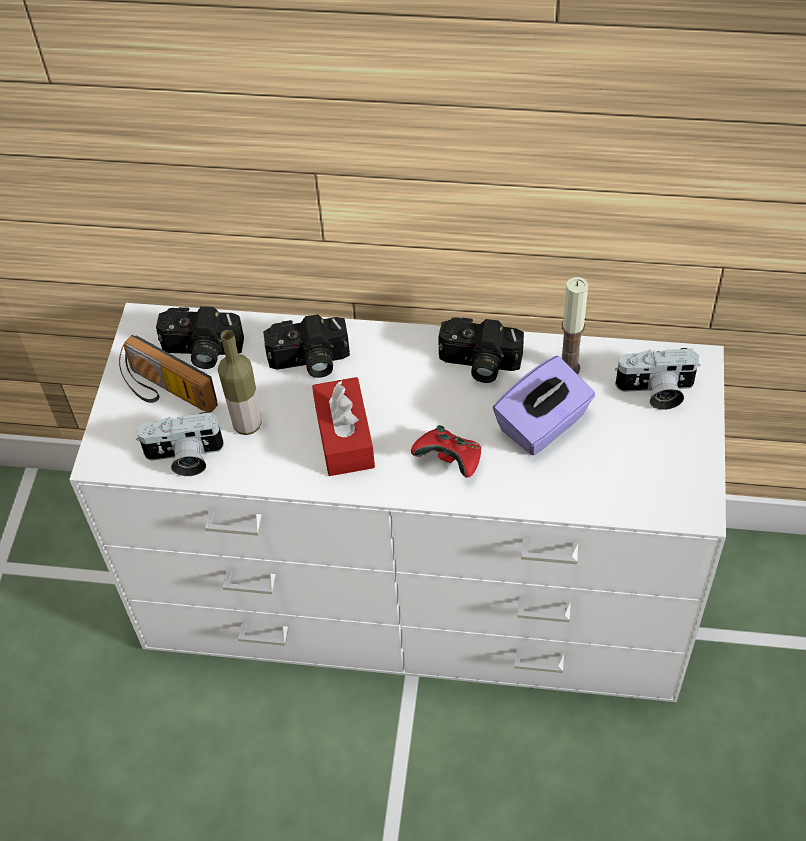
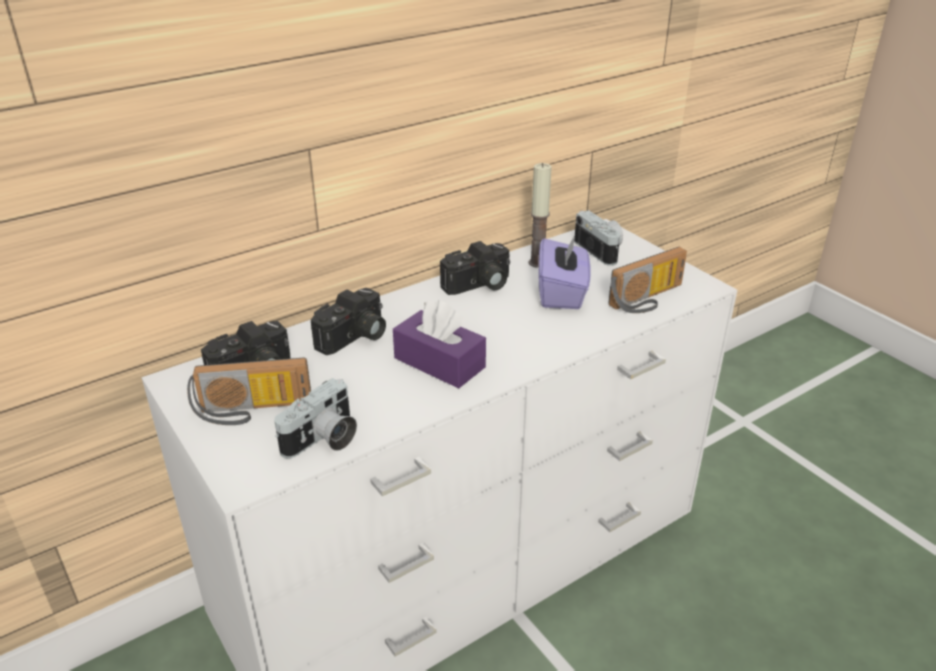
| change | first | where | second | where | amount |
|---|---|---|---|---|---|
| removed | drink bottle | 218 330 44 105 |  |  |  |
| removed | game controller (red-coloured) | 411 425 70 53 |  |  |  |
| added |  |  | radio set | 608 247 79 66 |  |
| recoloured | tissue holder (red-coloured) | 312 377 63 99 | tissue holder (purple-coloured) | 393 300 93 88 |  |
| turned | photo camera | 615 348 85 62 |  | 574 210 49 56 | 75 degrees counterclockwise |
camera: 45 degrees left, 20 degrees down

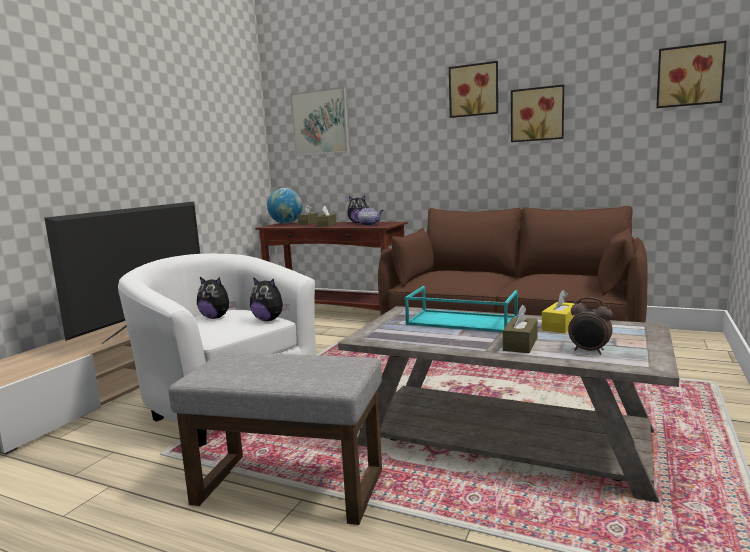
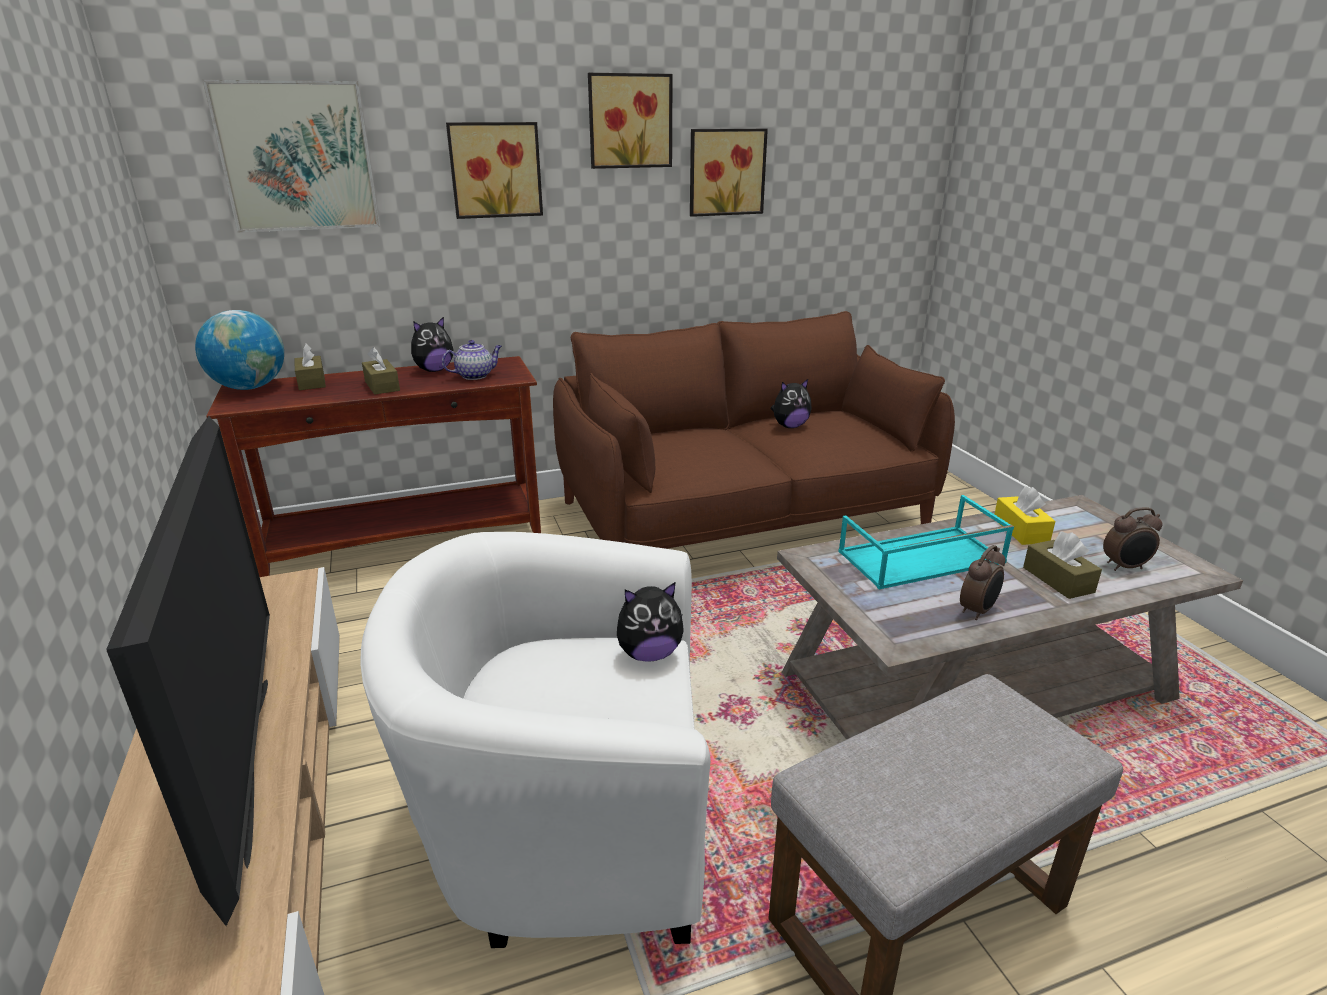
| change | first | where | second | where | amount |
|---|---|---|---|---|---|
| added |  |  | table clock | 960 545 45 75 |  |
| moved | cuddly toy | 197 277 39 42 |  | 771 379 41 49 |  |
| moved | picture | 656 40 71 68 |  | 446 122 97 97 |  |
camera: 45 degrees left, 15 degrees up

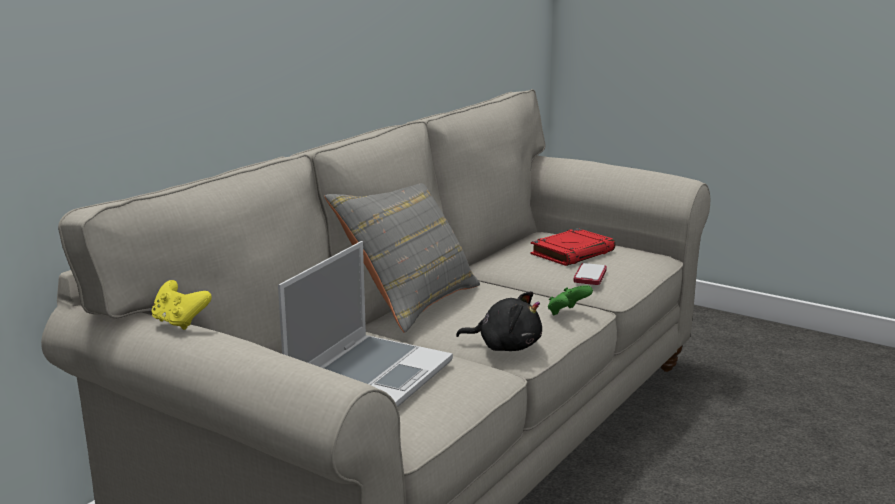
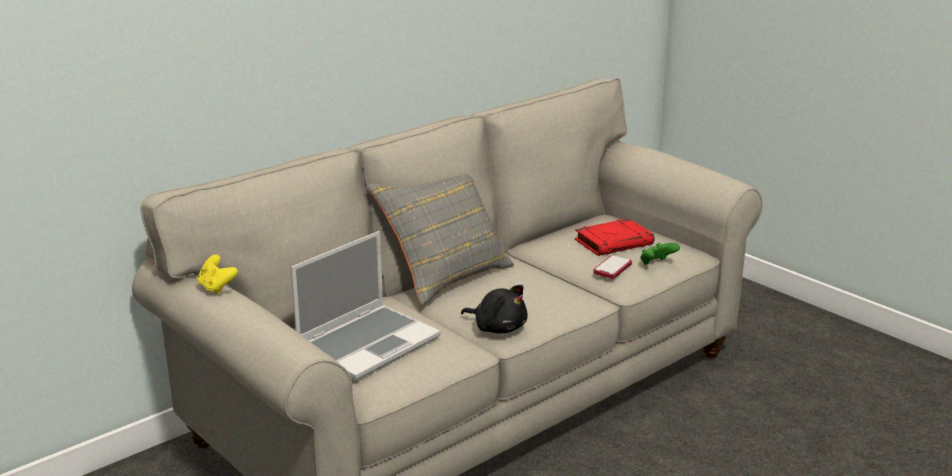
| change | first | where | second | where | amount |
|---|---|---|---|---|---|
| moved | game controller (green-coloured) | 548 285 45 30 |  | 640 243 40 22 |  |
camera: 15 degrees right, 5 degrees up

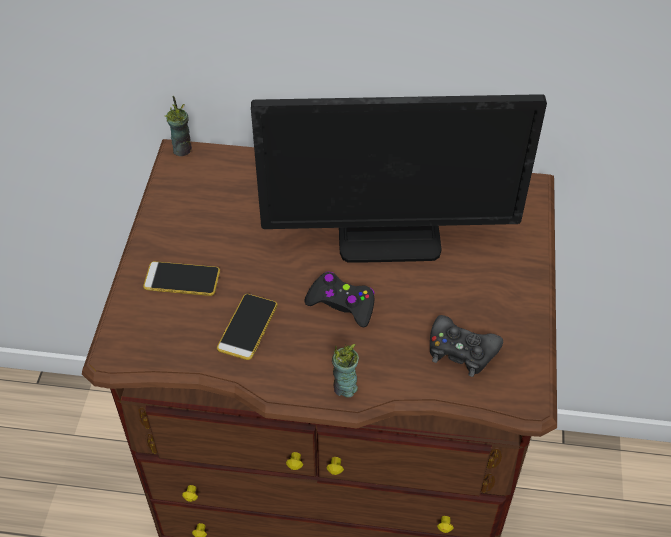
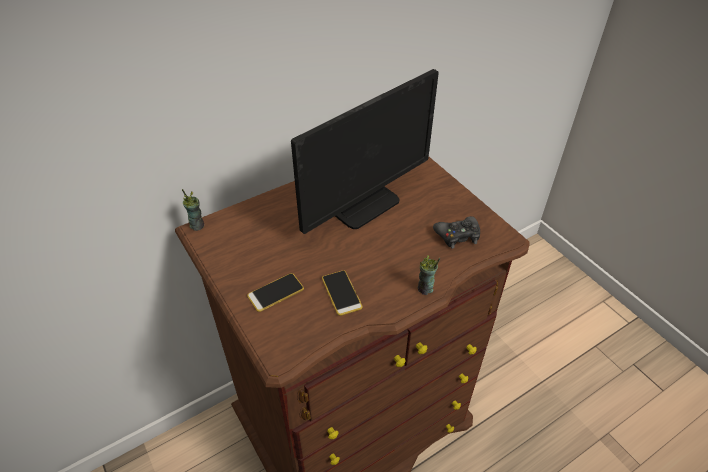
| change | first | where | second | where | amount |
|---|---|---|---|---|---|
| removed | game controller (black) | 305 272 70 56 |  |  |  |
camera: 40 degrees left, 5 degrees down

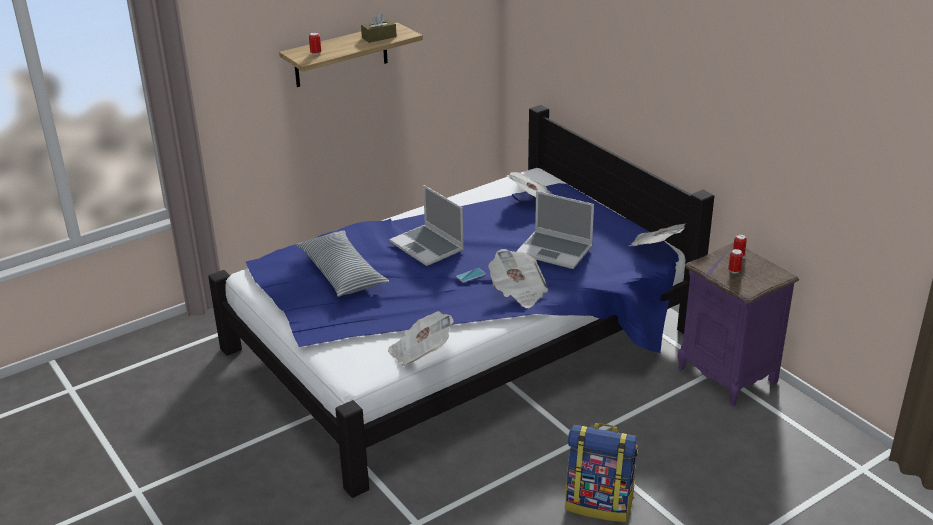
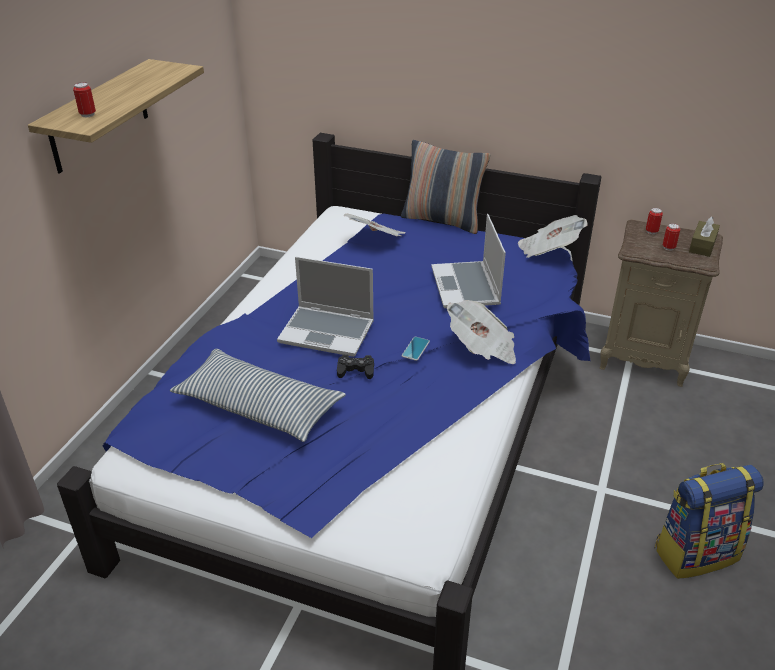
| change | first | where | second | where | amount |
|---|---|---|---|---|---|
| removed | printed paper | 388 311 66 55 |  |  |  |
| added |  |  | game controller (black) | 337 354 37 25 |  |
| added |  |  | throw pillow | 401 140 89 94 |  |
| moved | tissue holder (brownish) | 361 12 36 31 |  | 689 216 31 41 |  |
| recoloured | bedside table (purple-coloured) | 678 242 121 164 | bedside table (sand-coloured) | 600 219 123 168 |  |
| turned | portable computer | 516 191 78 78 |  | 431 214 75 94 | 90 degrees clockwise |
camera: 35 degrees left, 5 degrees up

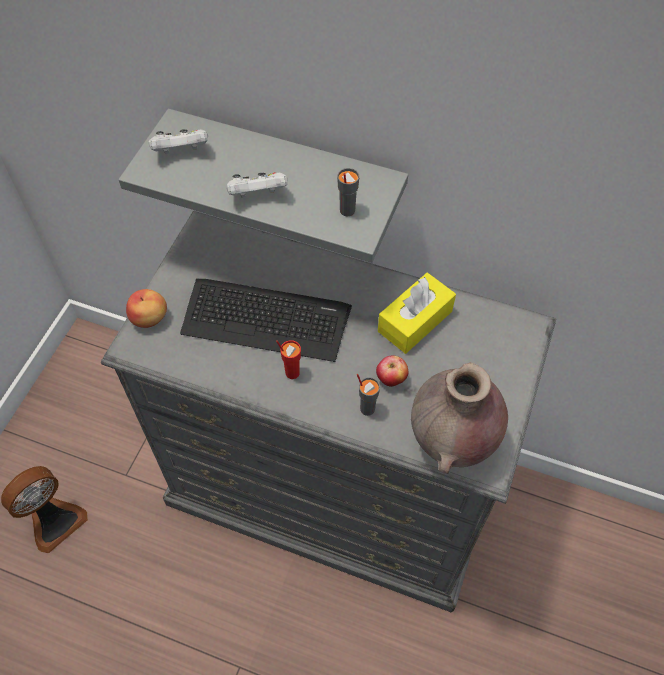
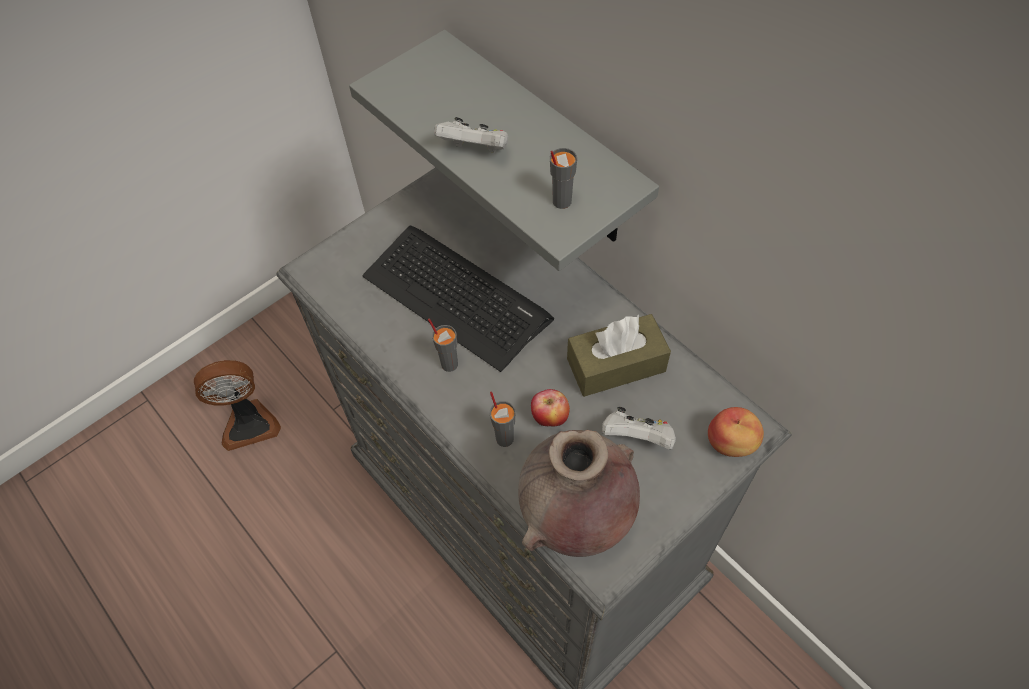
| change | first | where | second | where | amount |
|---|---|---|---|---|---|
| moved | apple | 126 289 41 39 |  | 708 407 56 50 |  |
| moved | game controller (white-coloured) | 148 129 60 25 |  | 602 407 74 42 |  |
| recoloured | small cup (red-coloured) | 276 340 25 39 | small cup (greyish) | 428 318 30 54 |  |
| recoloured | tissue holder (yellow) | 378 273 78 81 | tissue holder (brownish) | 567 314 104 83 |  |
camera: 30 degrees right, 0 degrees up

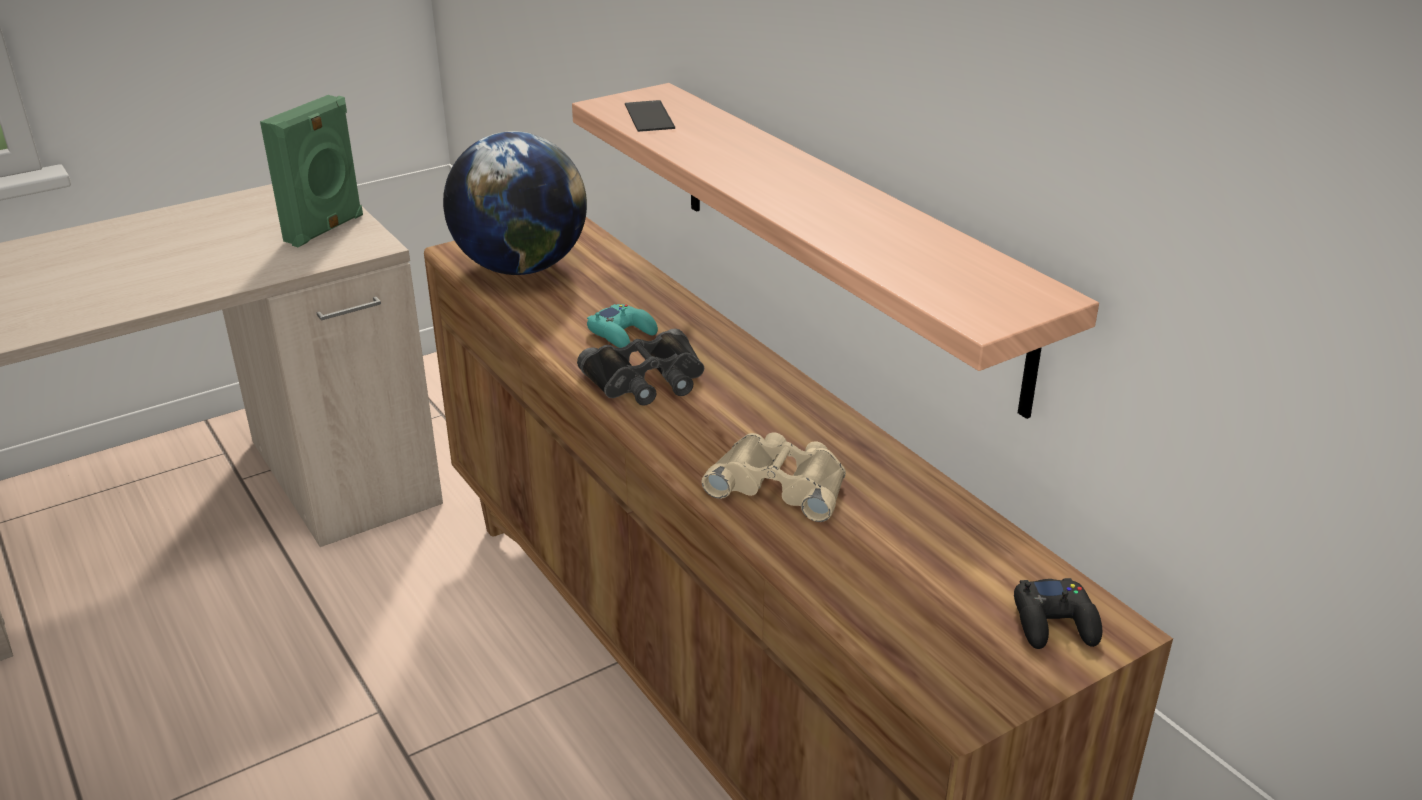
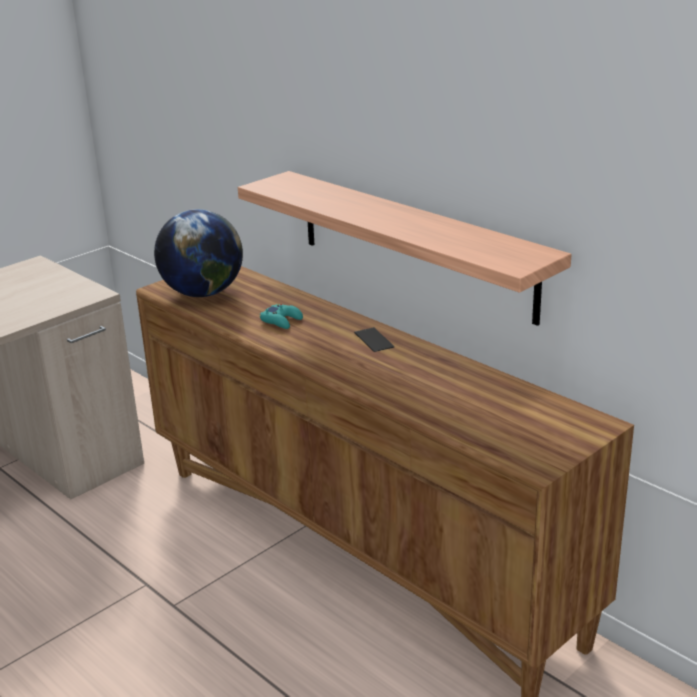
| change | first | where | second | where | amount |
|---|---|---|---|---|---|
| removed | audio speaker (green-coloured) | 260 95 103 152 |  |  |  |
| removed | pair of binoculars (black) | 577 329 127 77 |  |  |  |
| removed | pair of binoculars (sand-coloured) | 702 432 144 90 |  |  |  |
| removed | game controller (black) | 1014 578 88 71 |  |  |  |
| moved | handset | 625 100 50 32 |  | 354 327 40 25 |  |
camera: 10 degrees left, 5 degrees down

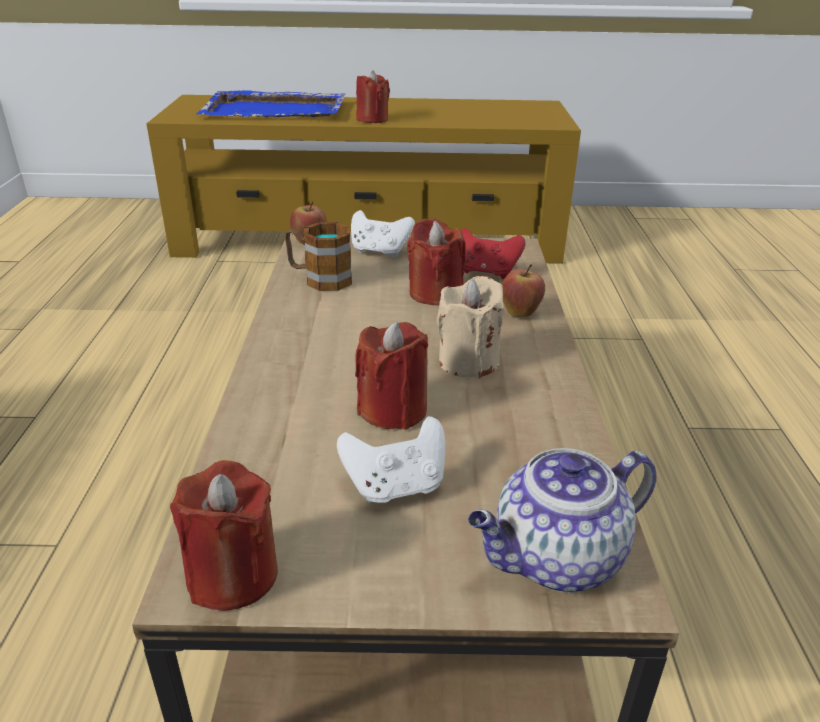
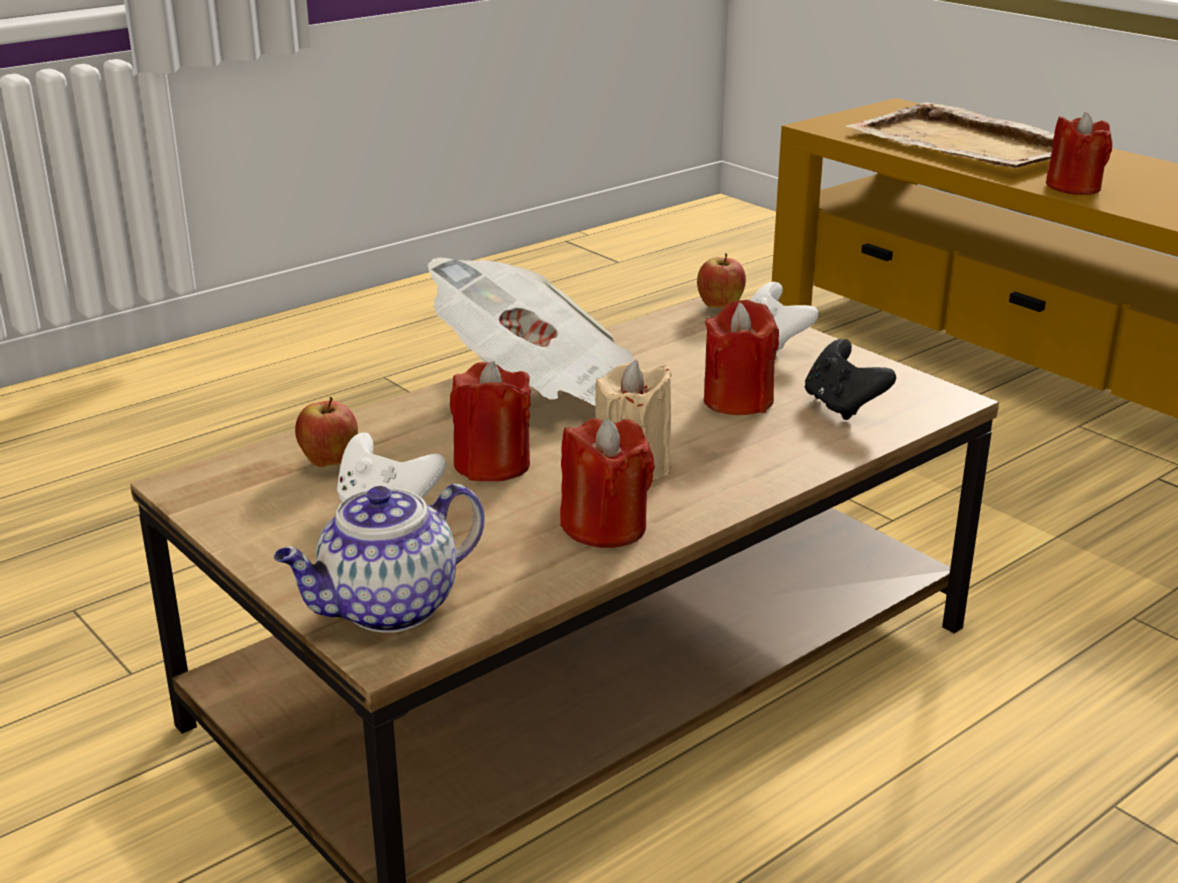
| change | first | where | second | where | amount |
|---|---|---|---|---|---|
| removed | tea mug | 285 222 67 69 |  |  |  |
| added |  |  | printed paper | 428 257 206 149 |  |
| moved | wax candle (red-coloured) | 170 460 108 151 |  | 560 418 95 130 |  |
| moved | apple | 502 264 43 53 |  | 295 397 63 70 |  |
| recoloured | tray (blue-coloured) | 196 90 150 27 | tray (sand-coloured) | 846 102 209 66 |  |
| recoloured | game controller (red-coloured) | 461 228 64 51 | game controller (black) | 805 339 91 81 |  |
| turned | pot for tea | 468 448 188 145 |  | 274 484 211 149 | 60 degrees counterclockwise |
camera: 50 degrees right, 5 degrees down

